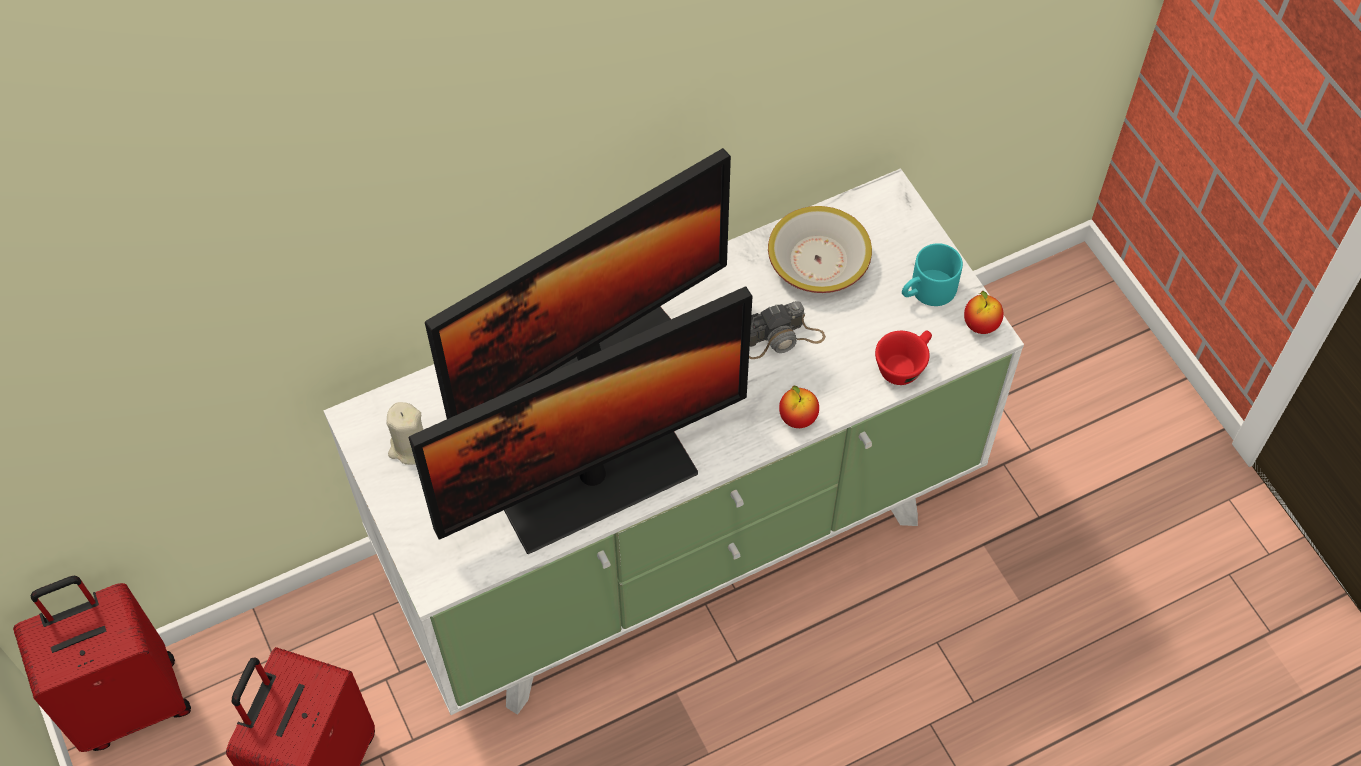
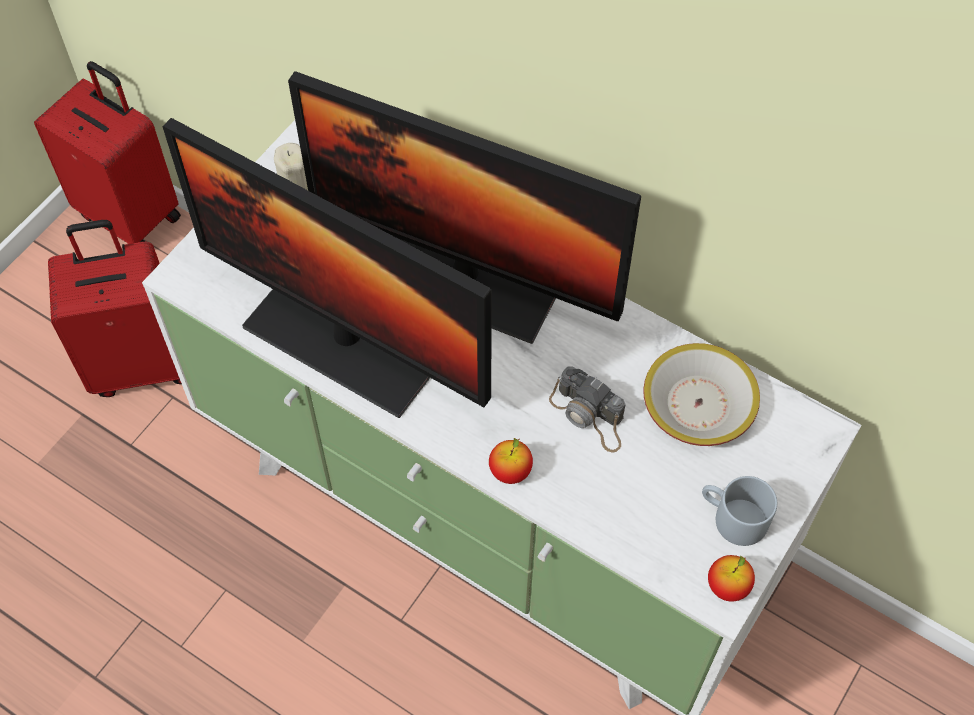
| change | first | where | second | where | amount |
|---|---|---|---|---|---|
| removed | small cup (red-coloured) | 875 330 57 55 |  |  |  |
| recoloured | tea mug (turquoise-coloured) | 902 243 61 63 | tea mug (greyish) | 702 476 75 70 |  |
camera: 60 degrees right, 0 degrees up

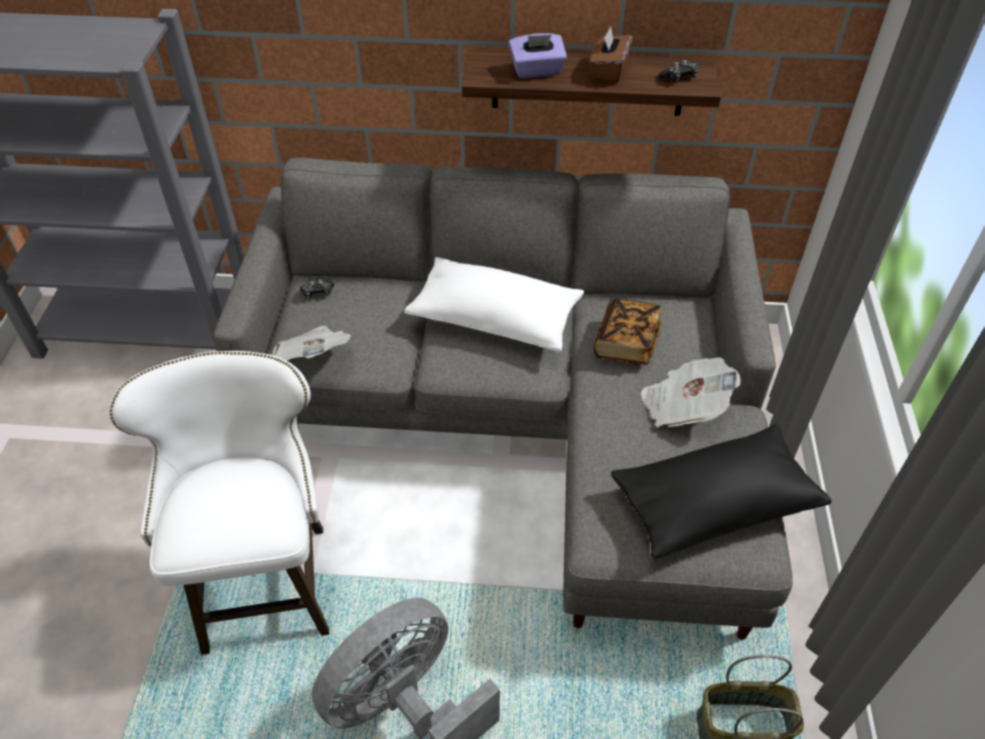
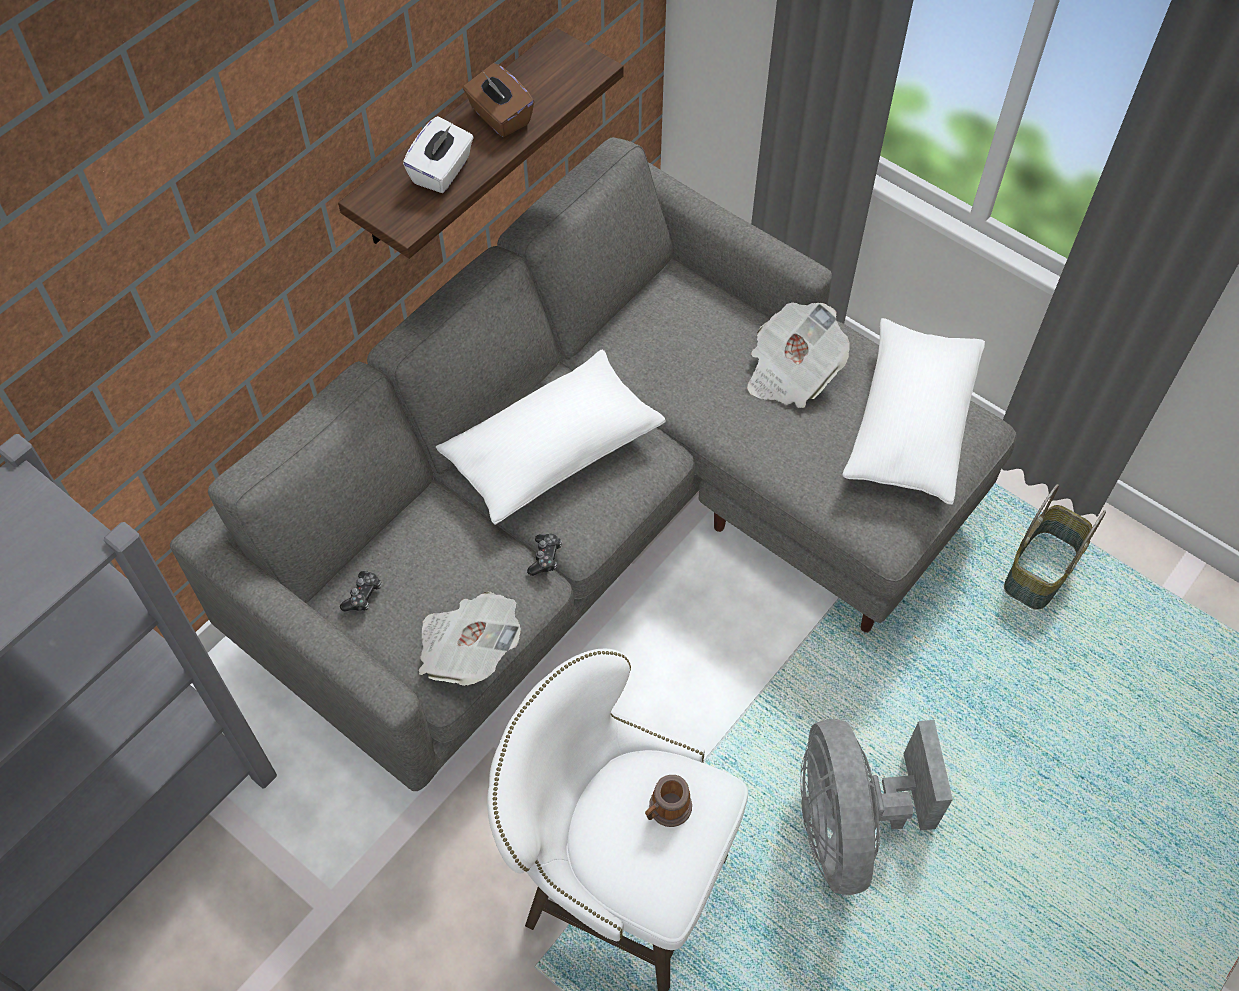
| change | first | where | second | where | amount |
|---|---|---|---|---|---|
| removed | book | 593 299 69 66 |  |  |  |
| added |  |  | tea mug | 645 775 47 52 |  |
| moved | game controller | 658 60 40 23 |  | 527 534 35 42 |  |
| recoloured | tissue holder (purple-coloured) | 509 33 58 45 | tissue holder (white-coloured) | 403 116 71 77 |  |
| recoloured | throw pillow (black) | 611 424 221 135 | throw pillow (white-coloured) | 842 318 143 187 |  |
camera: 55 degrees left, 10 degrees up

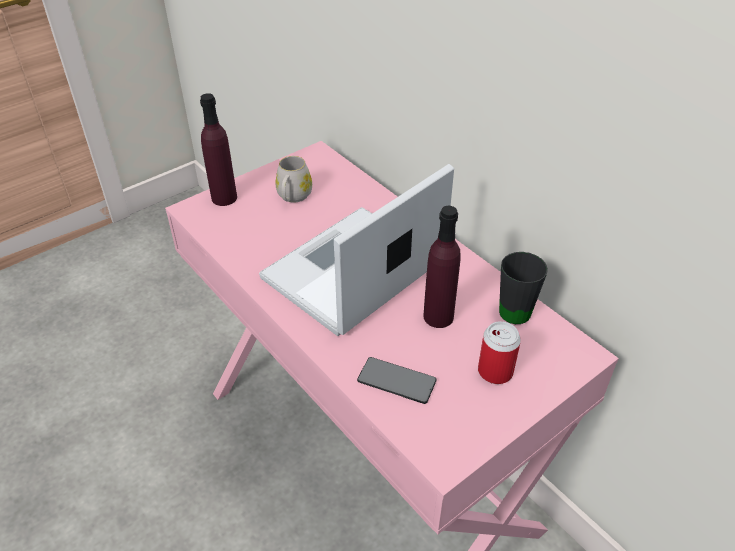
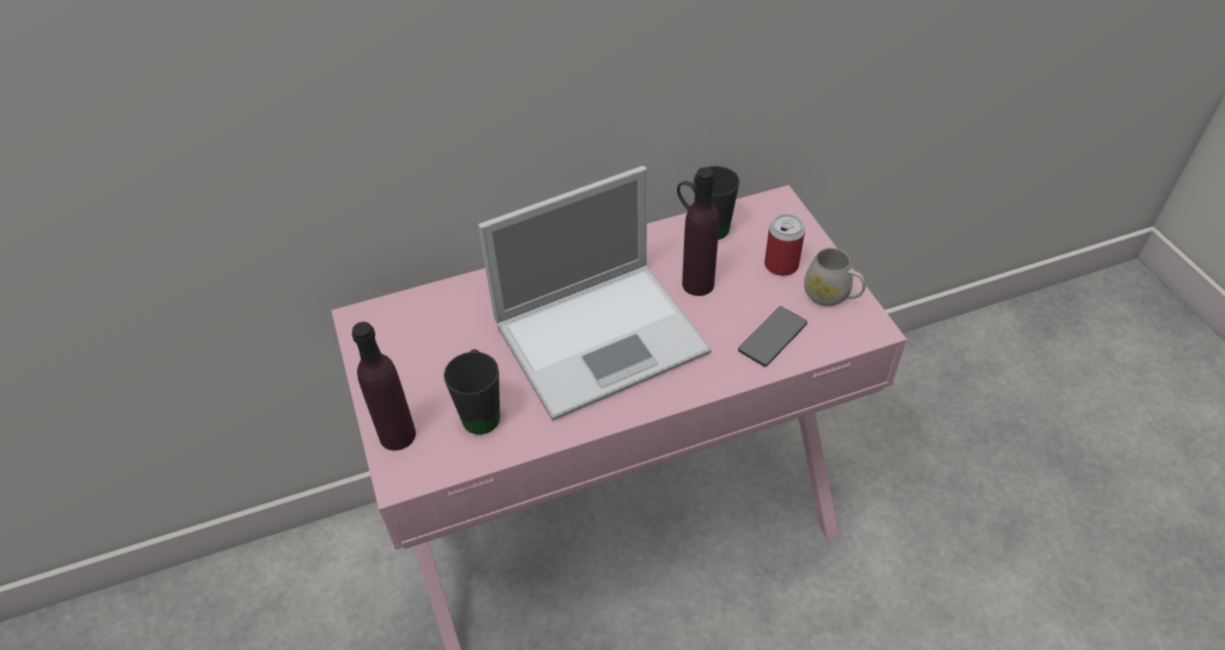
| change | first | where | second | where | amount |
|---|---|---|---|---|---|
| added |  |  | tea mug (black) | 444 349 56 86 |  |
| moved | tea mug (white-coloured) | 276 156 36 47 |  | 804 248 62 58 |  |
| turned | portable computer | 259 164 195 172 |  | 478 166 233 254 | 90 degrees counterclockwise |
camera: 70 degrees left, 5 degrees up

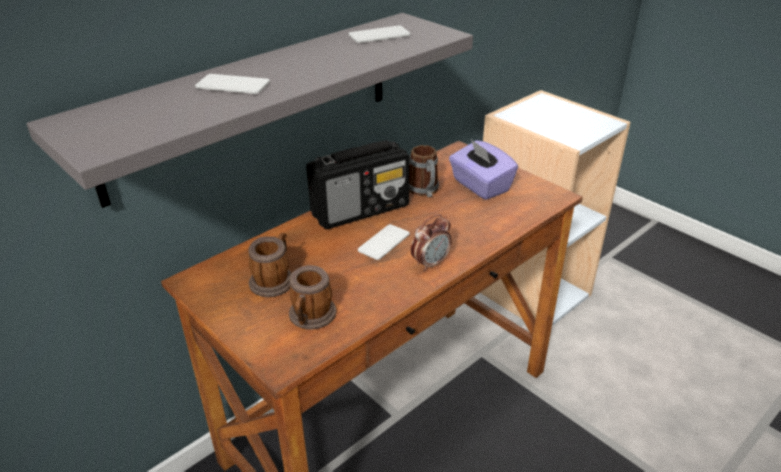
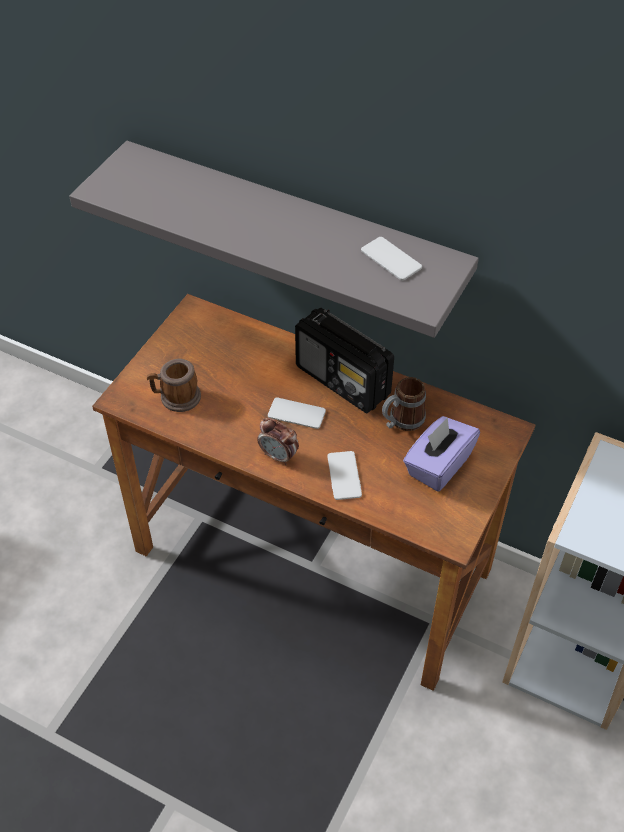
| change | first | where | second | where | amount |
|---|---|---|---|---|---|
| removed | tea mug | 248 233 44 64 |  |  |  |
| moved | handset | 195 74 75 20 |  | 327 451 35 49 |  |
camera: 70 degrees right, 15 degrees up

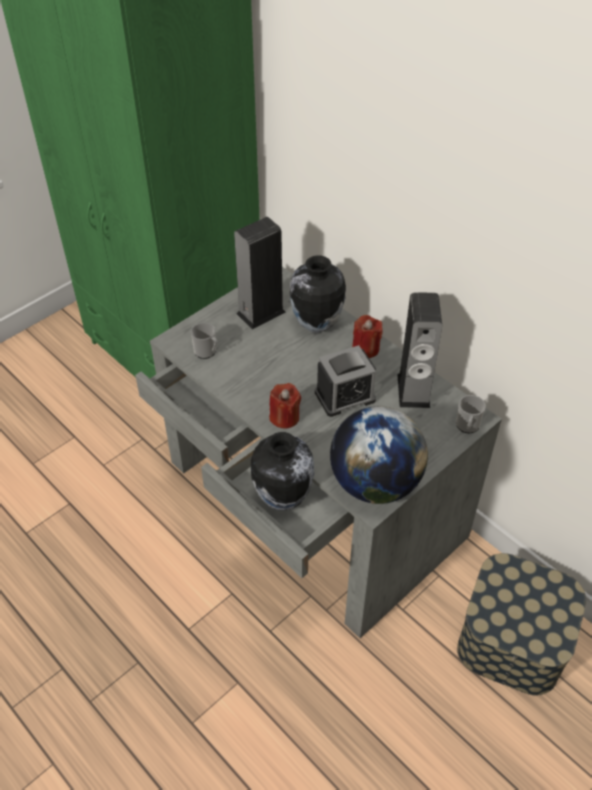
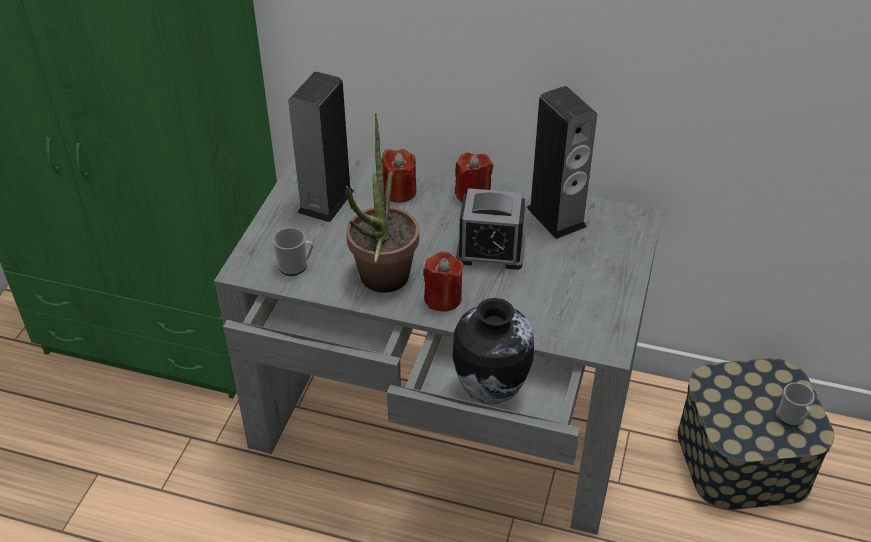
| change | first | where | second | where | amount |
|---|---|---|---|---|---|
| removed | world globe | 330 406 98 98 |  |  |  |
| added |  |  | houseplant | 345 113 74 180 |  |
| moved | tea mug | 456 395 30 38 |  | 777 382 38 44 |  |
| replaced | flower vase | 290 255 56 78 | wax candle (red-coloured) | 382 149 34 54 |  |
| turned | table clock | 315 345 61 72 |  | 456 188 69 82 | 60 degrees clockwise |
camera: 30 degrees left, 5 degrees down

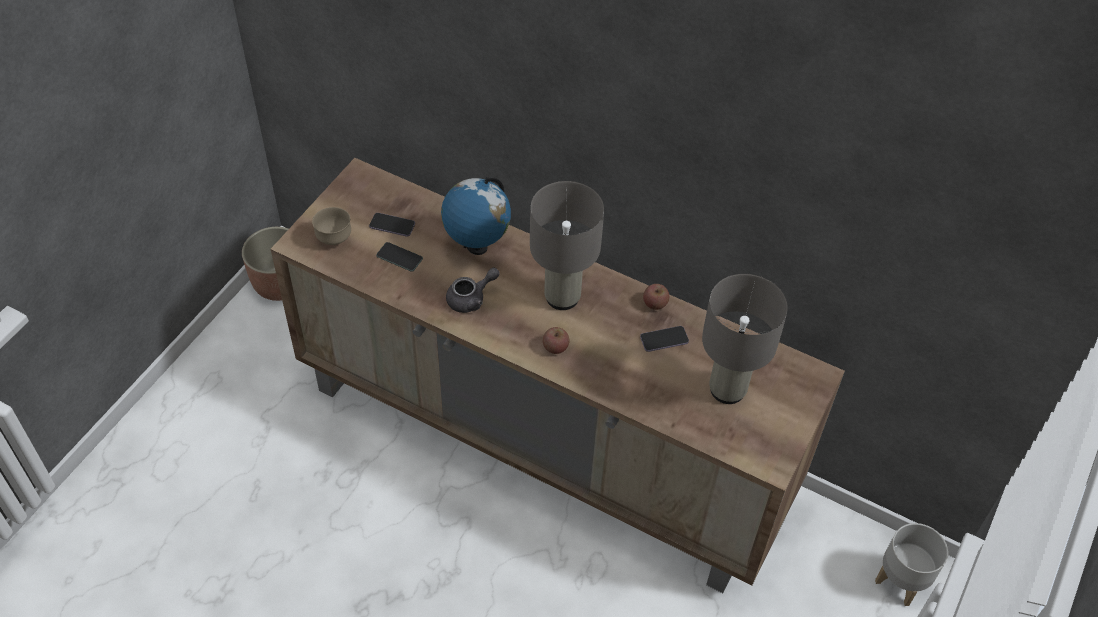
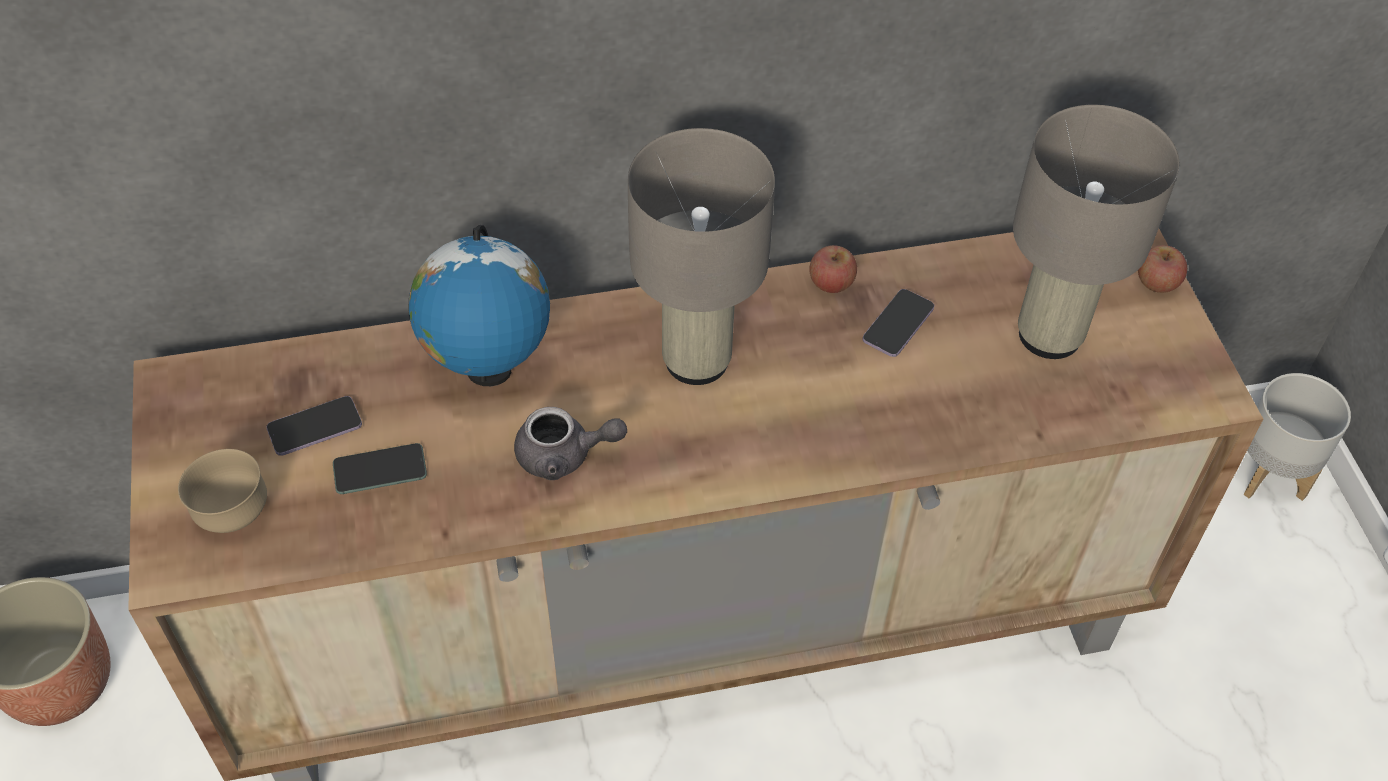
| change | first | where | second | where | amount |
|---|---|---|---|---|---|
| moved | apple | 543 327 26 27 |  | 1138 245 49 48 |  |
| turned | pot for tea (greyish) | 446 268 54 45 |  | 514 407 113 73 | 75 degrees clockwise |
camera: 40 degrees left, 0 degrees up

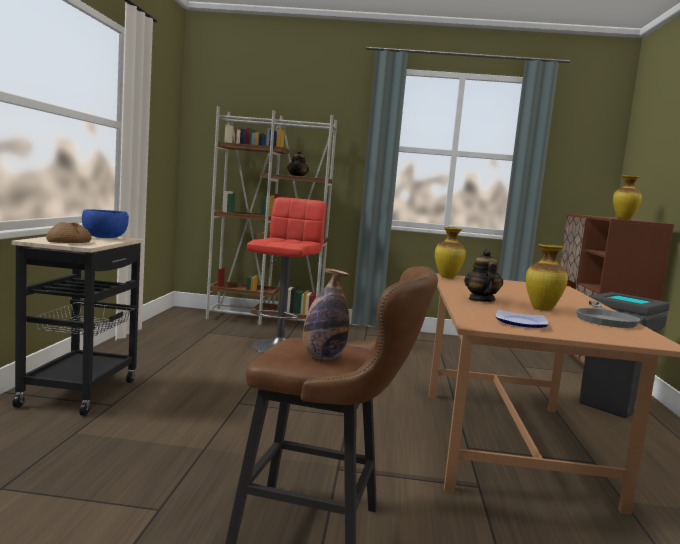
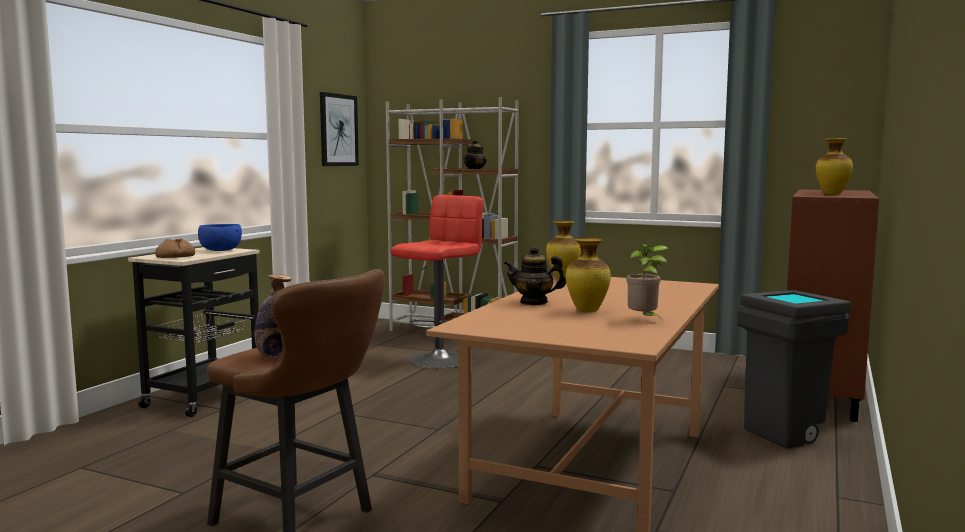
| change | first | where | second | where | amount |
|---|---|---|---|---|---|
| removed | dinner plate | 496 310 53 18 |  |  |  |
| added |  |  | picture | 320 92 39 74 |  |
| replaced | pan (greyish) | 576 301 64 27 | houseplant | 627 244 41 75 |  |
| turned | pot for tea | 464 249 39 53 |  | 504 246 62 59 | 105 degrees counterclockwise |
camera: 20 degrees right, 0 degrees up

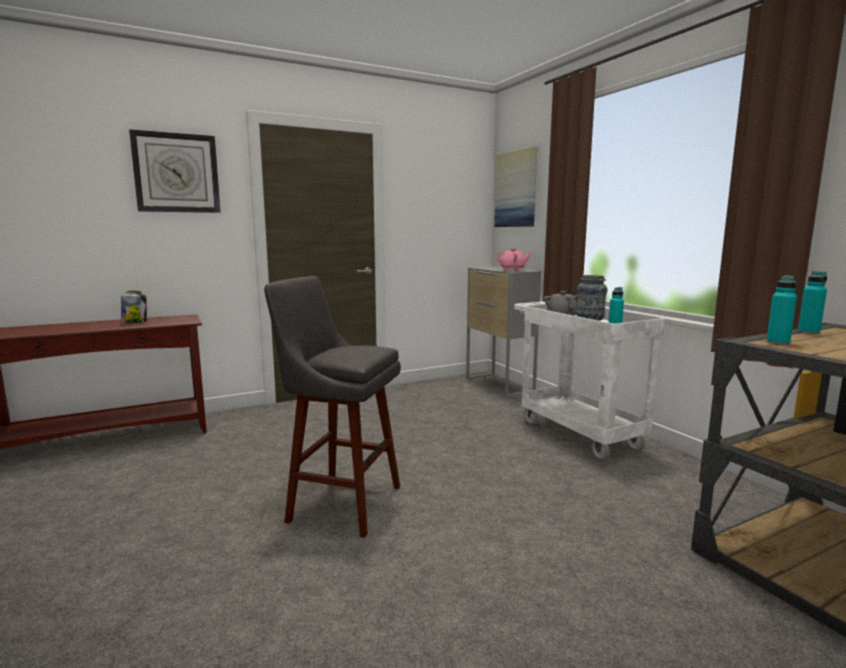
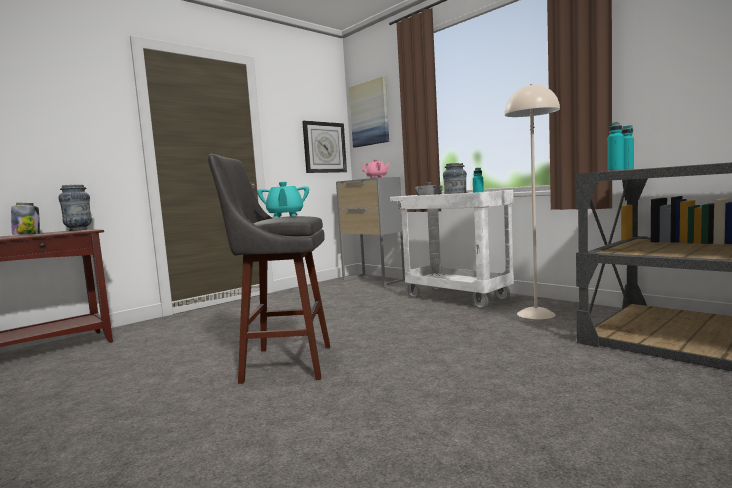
| change | first | where | second | where | amount |
|---|---|---|---|---|---|
| added |  |  | flower vase | 58 185 34 46 |  |
| added |  |  | pot for tea (turquoise-coloured) | 257 182 52 36 |  |
| added |  |  | standard lamp (sand-coloured) | 505 84 55 235 |  |
| moved | hanging clock | 129 129 92 84 |  | 302 121 45 52 |  |
camera: 15 degrees left, 5 degrees down

